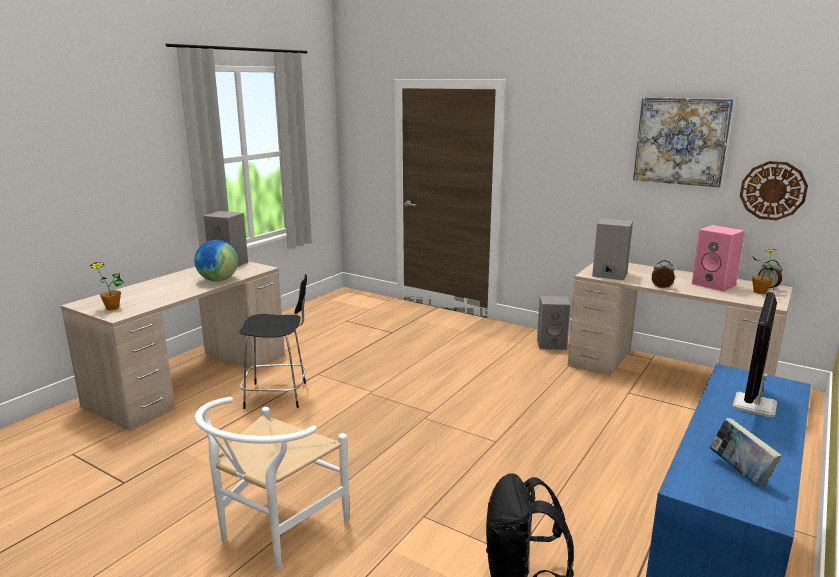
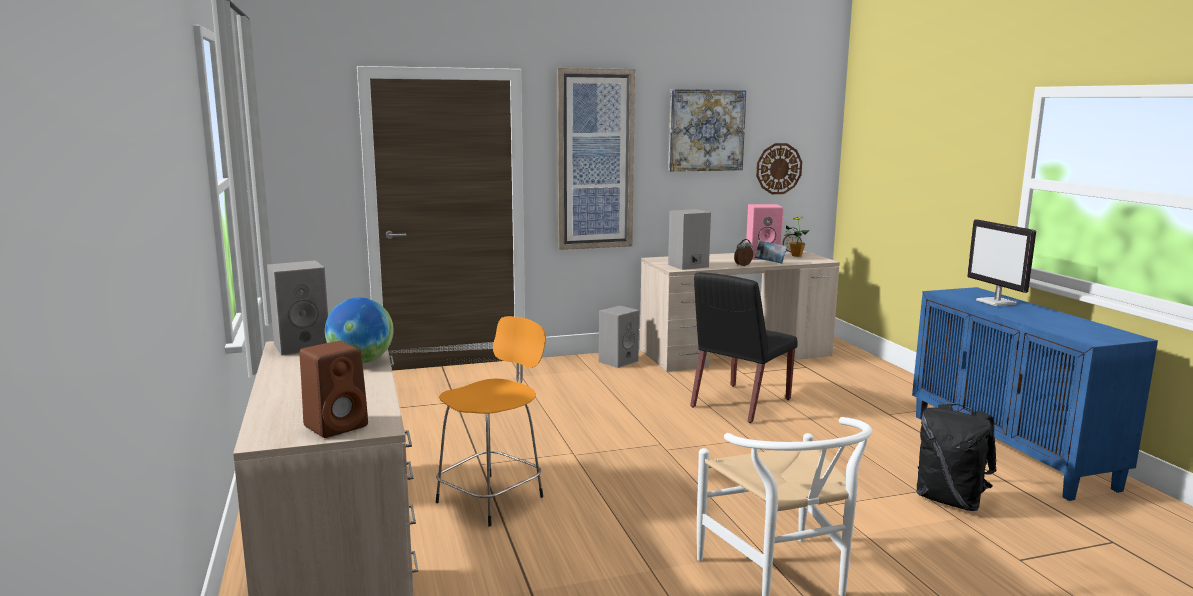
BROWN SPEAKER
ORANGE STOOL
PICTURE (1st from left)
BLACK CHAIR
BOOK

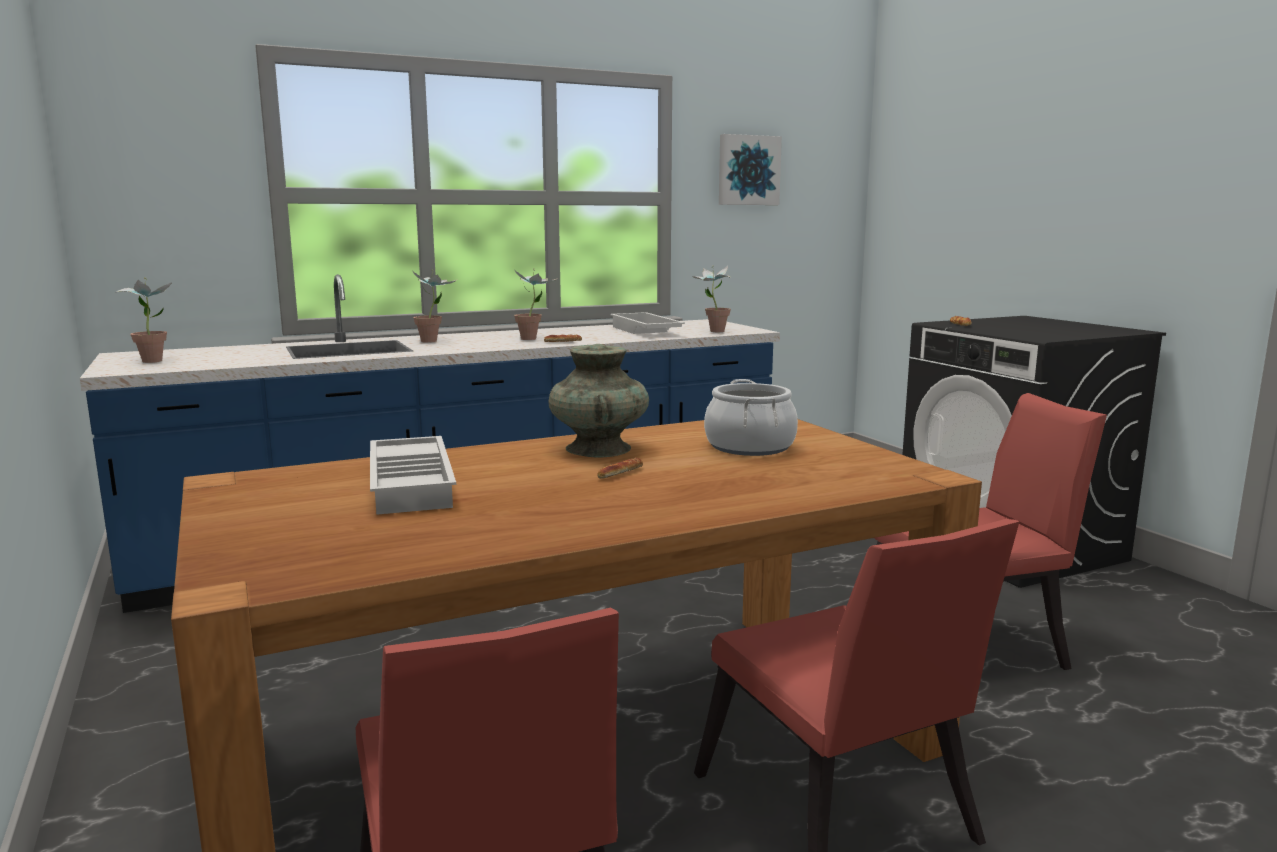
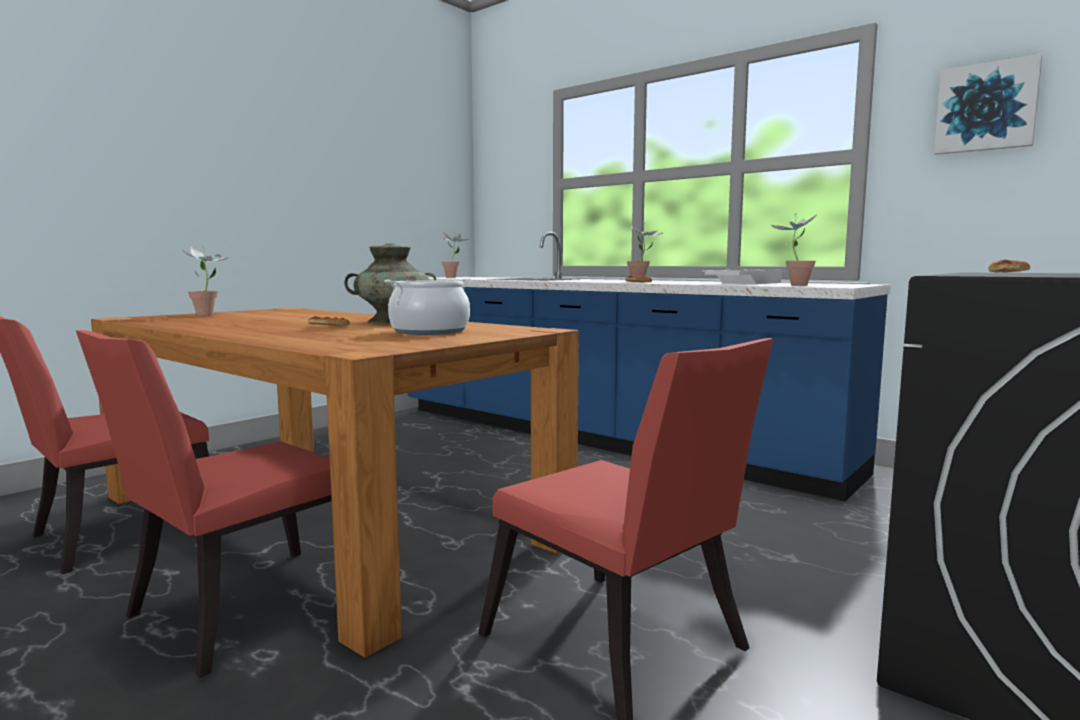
POTTED PLANT (1st from left)
WHITE TRAY (1st from left in the first image)

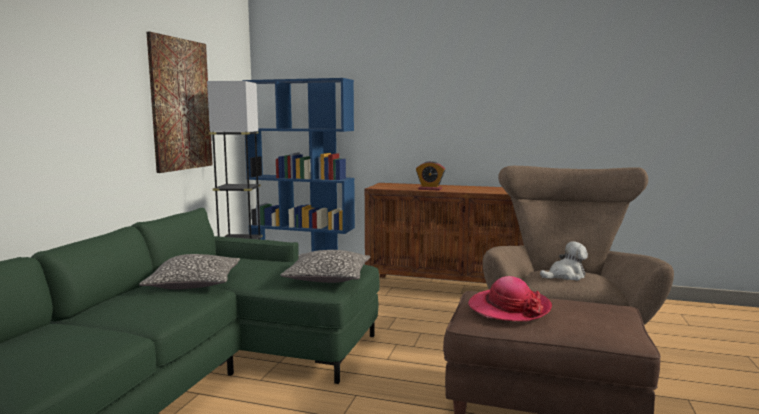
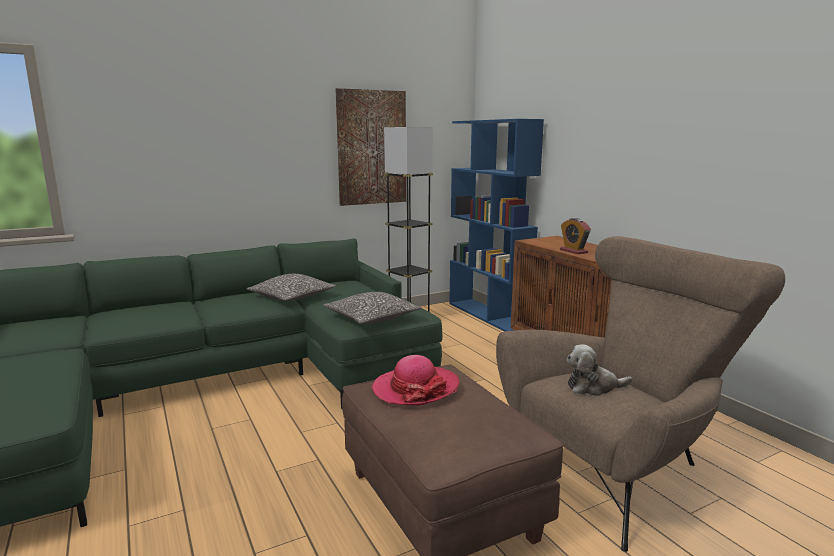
PLUSH TOY

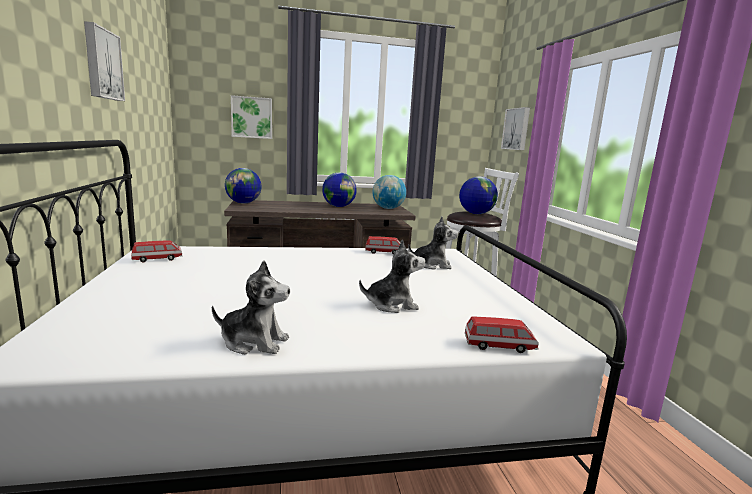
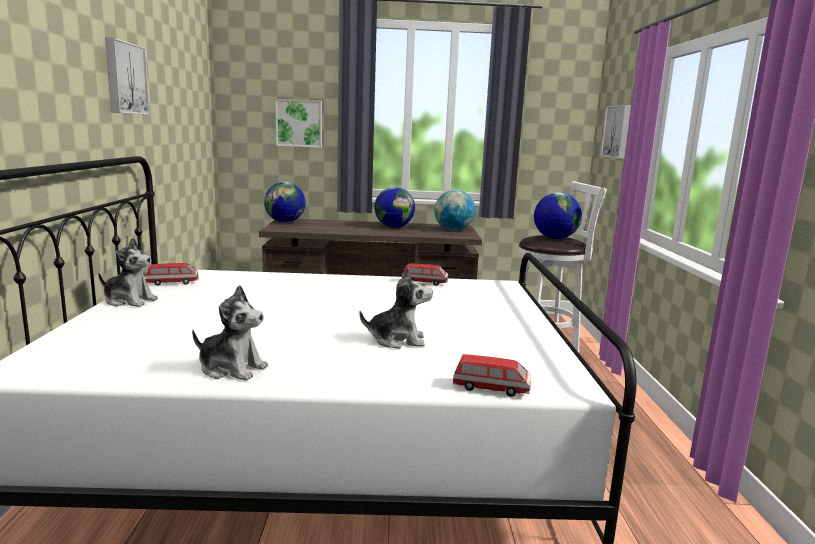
PLUSH TOY (1st from left)

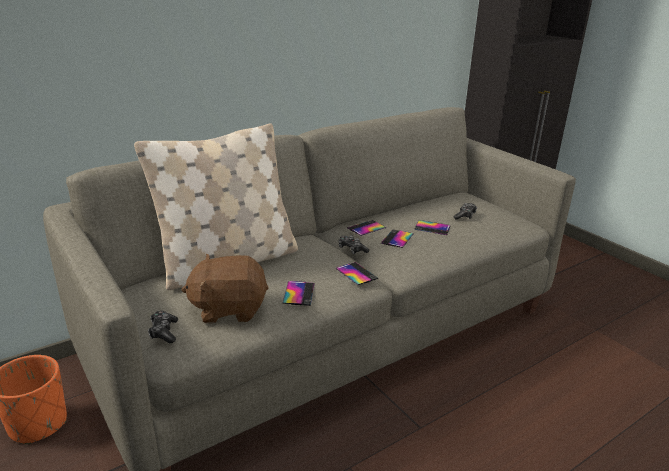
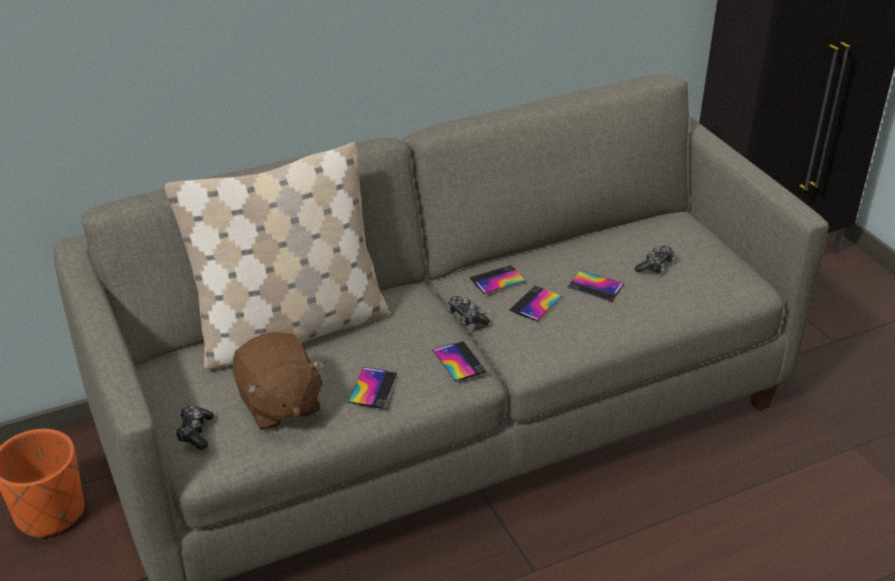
BROWN PLUSH TOY

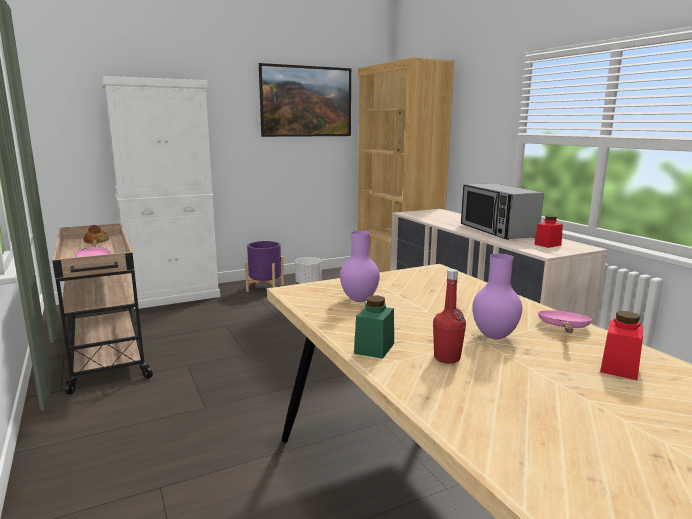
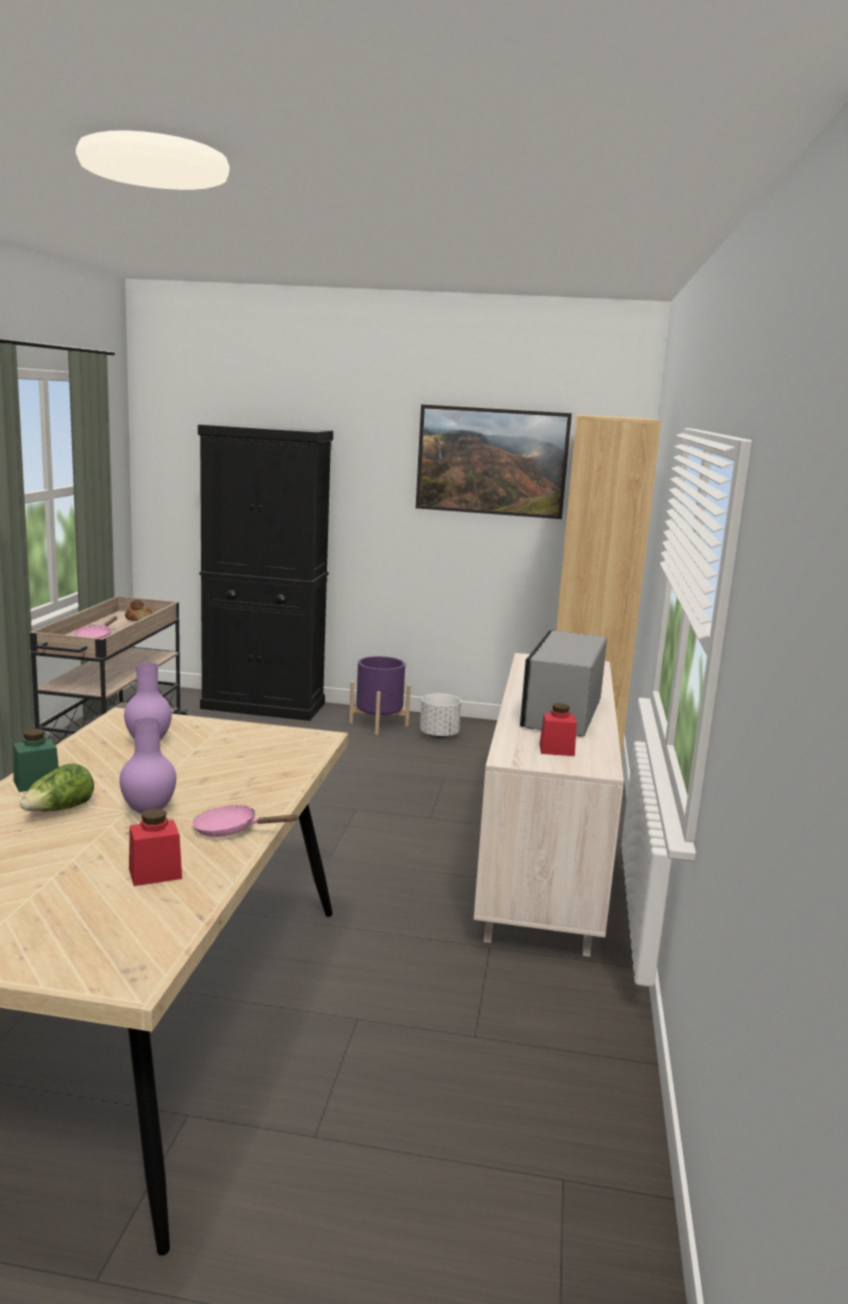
LETTUCE
PINK FRYING PAN (2nd from left)
BLACK CABINET

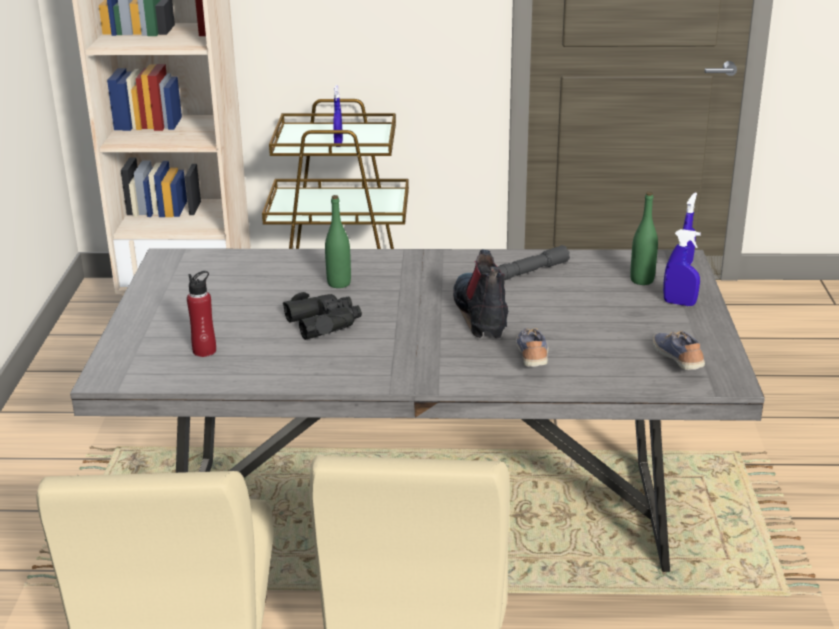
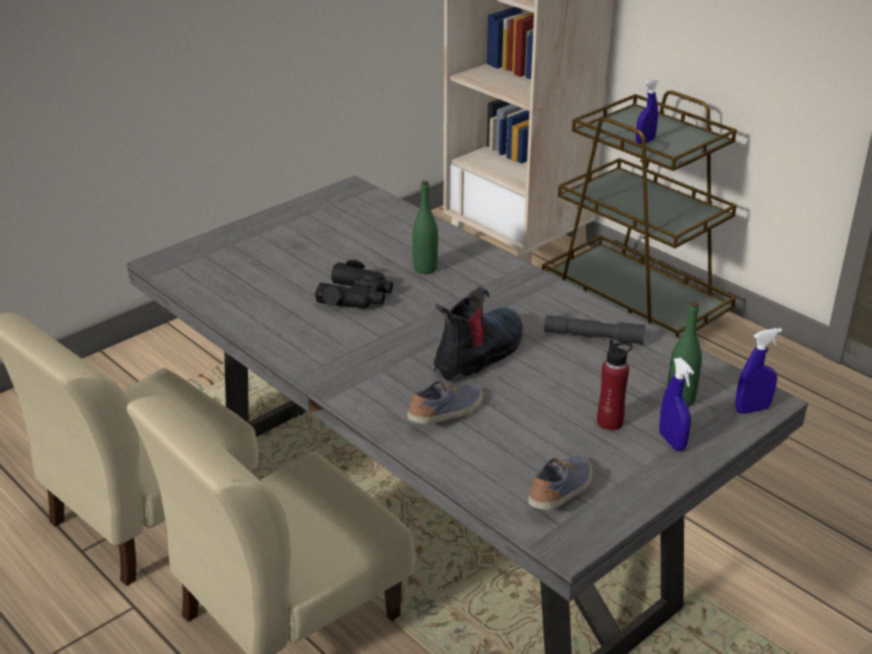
RED BOTTLE

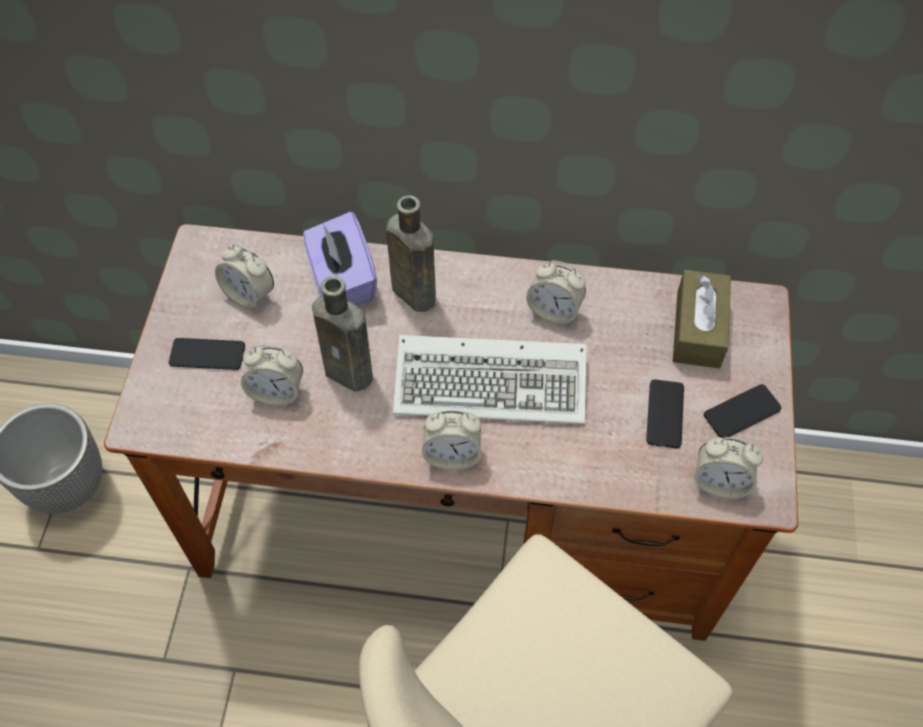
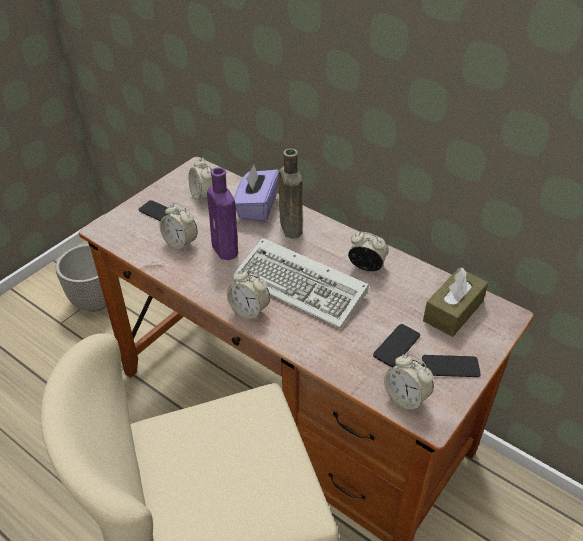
PURPLE BOTTLE
ALARM CLOCK (4th from left)

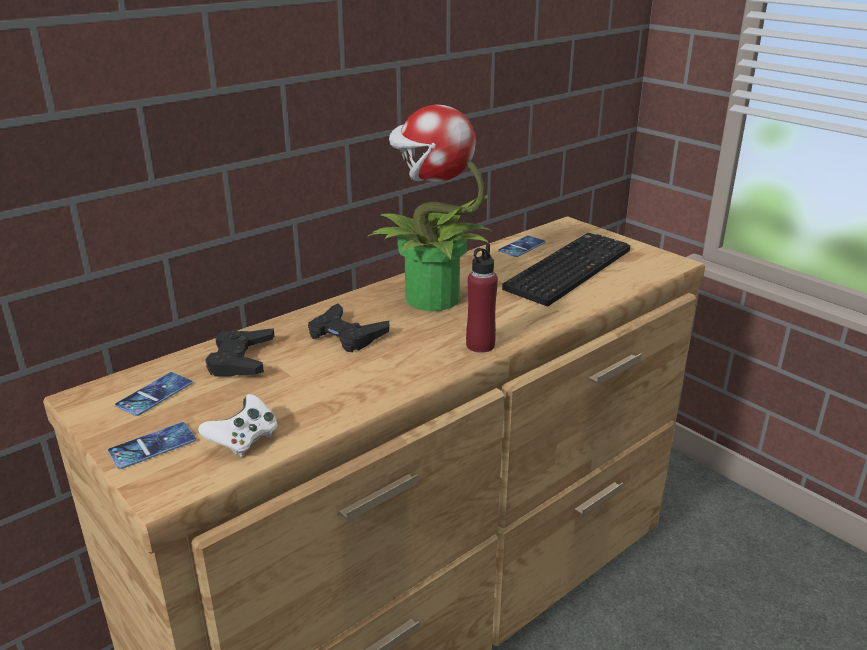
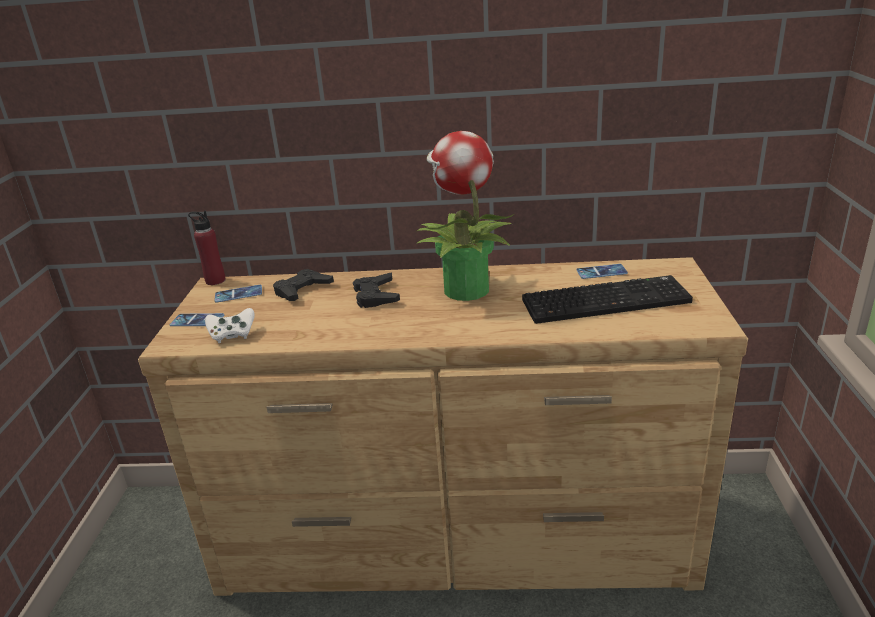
RED BOTTLE

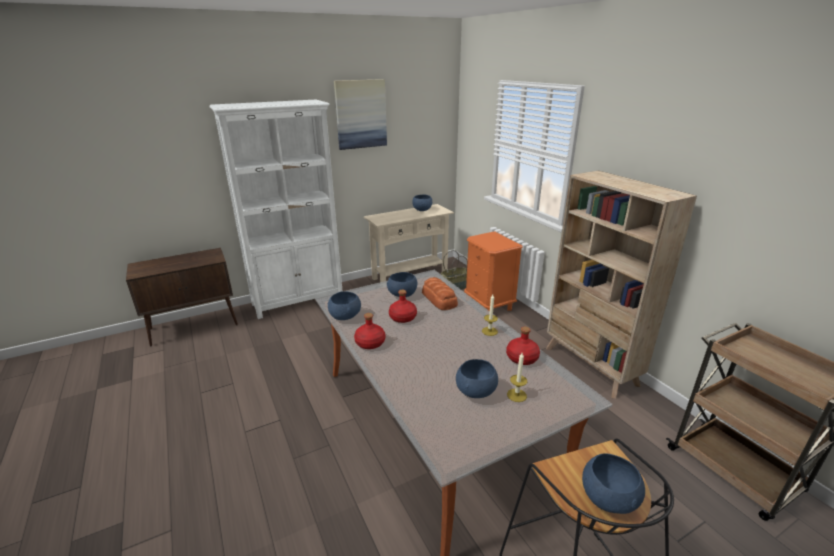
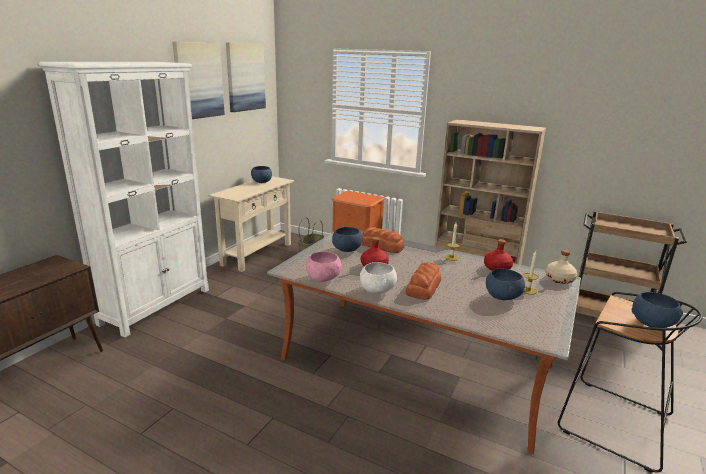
PICTURE (2nd from left)
PINK BOWL
WHITE BOWL
BREAD (2nd from left)
BEIGE BOTTLE

